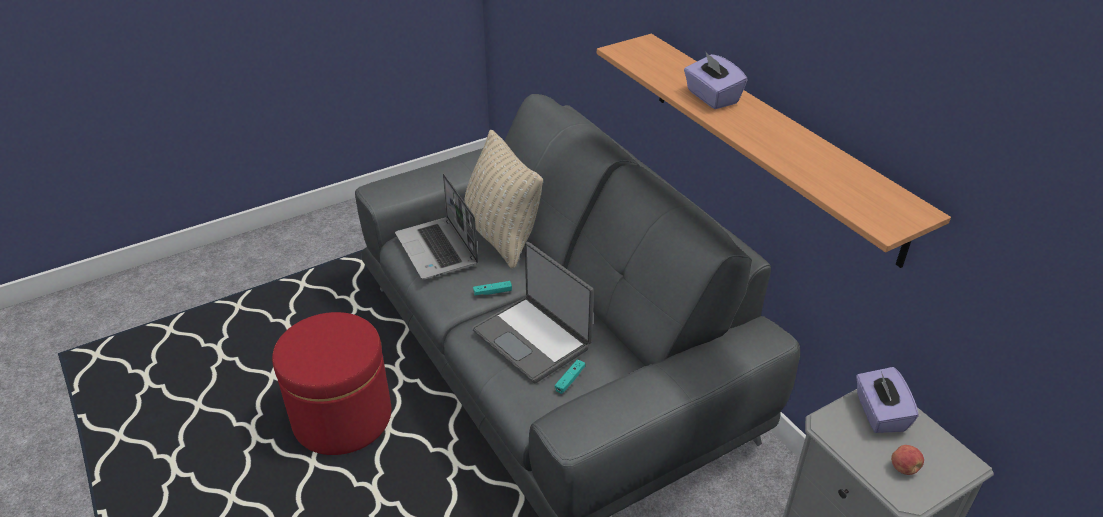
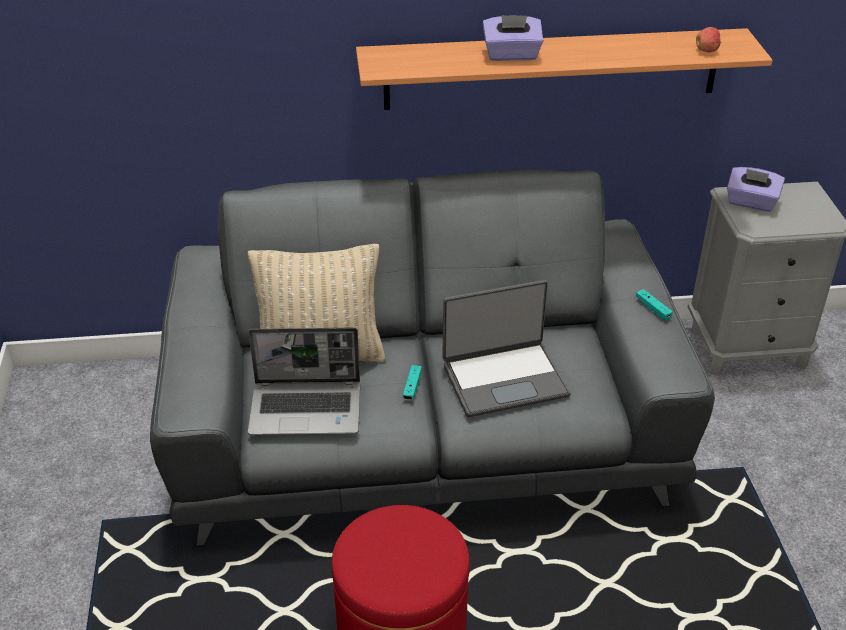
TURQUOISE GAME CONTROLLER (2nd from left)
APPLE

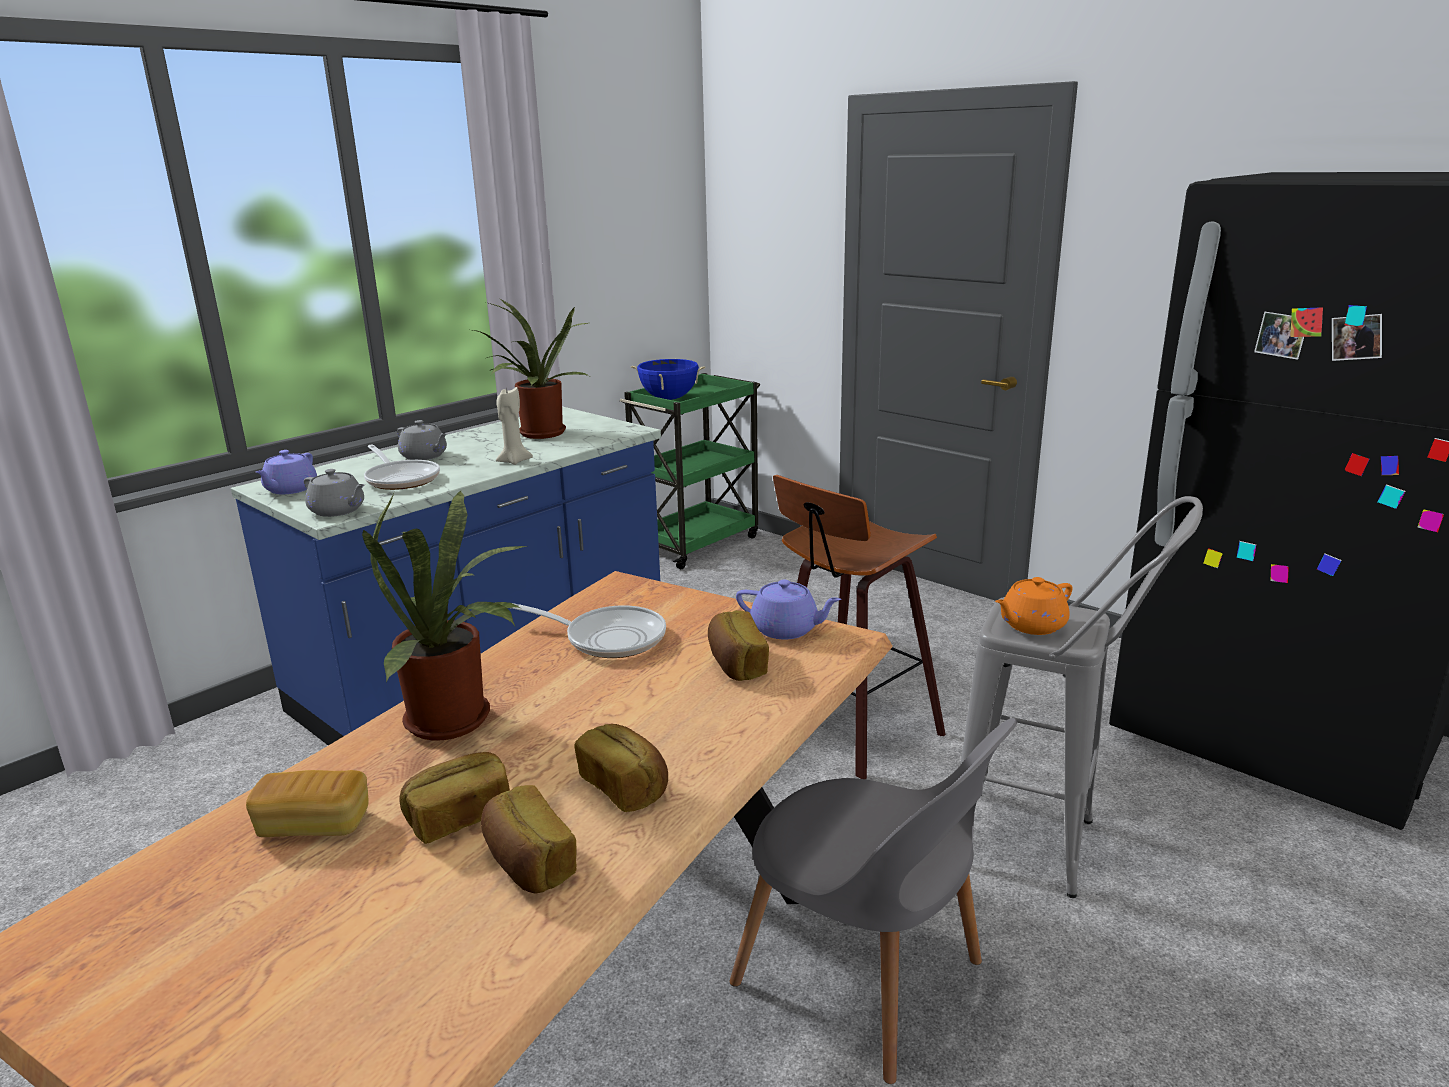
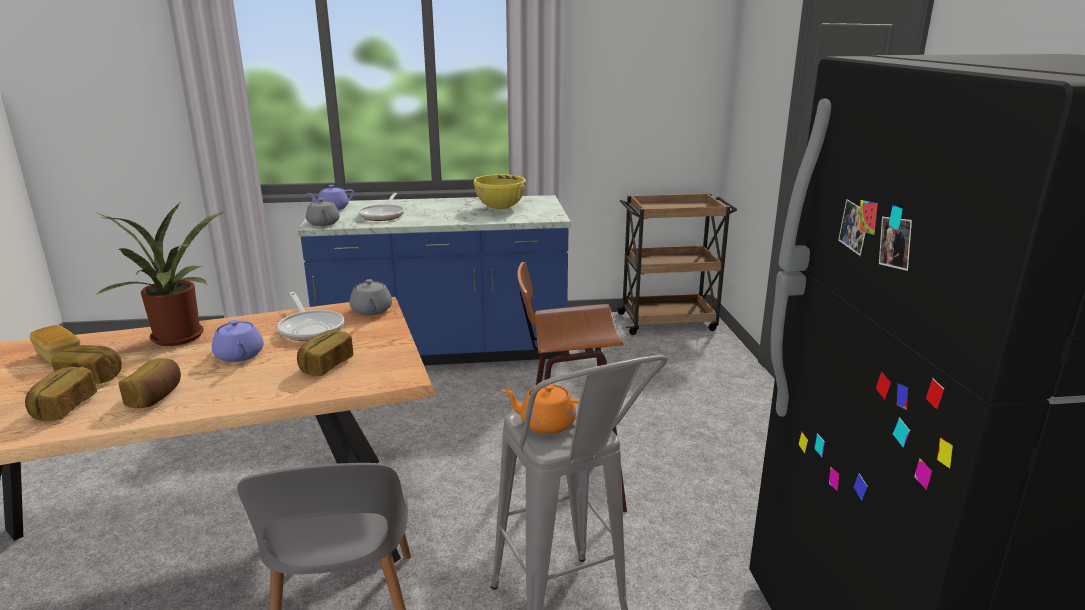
PURPLE TEAPOT (1st from left)
GREY TEAPOT (2nd from left)
YELLOW COOKING POT
BROWN CART
BEIGE CANDLE
BLUE COOKING POT

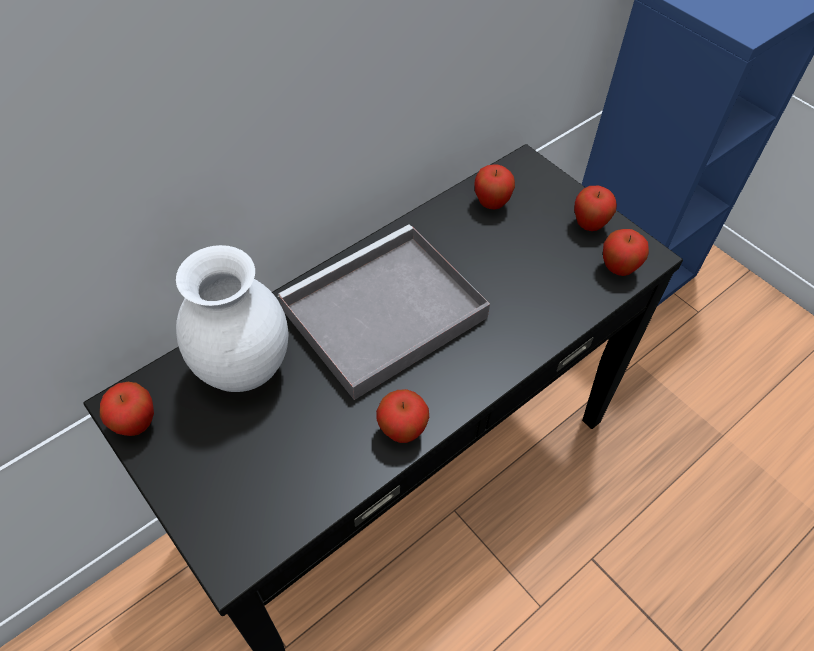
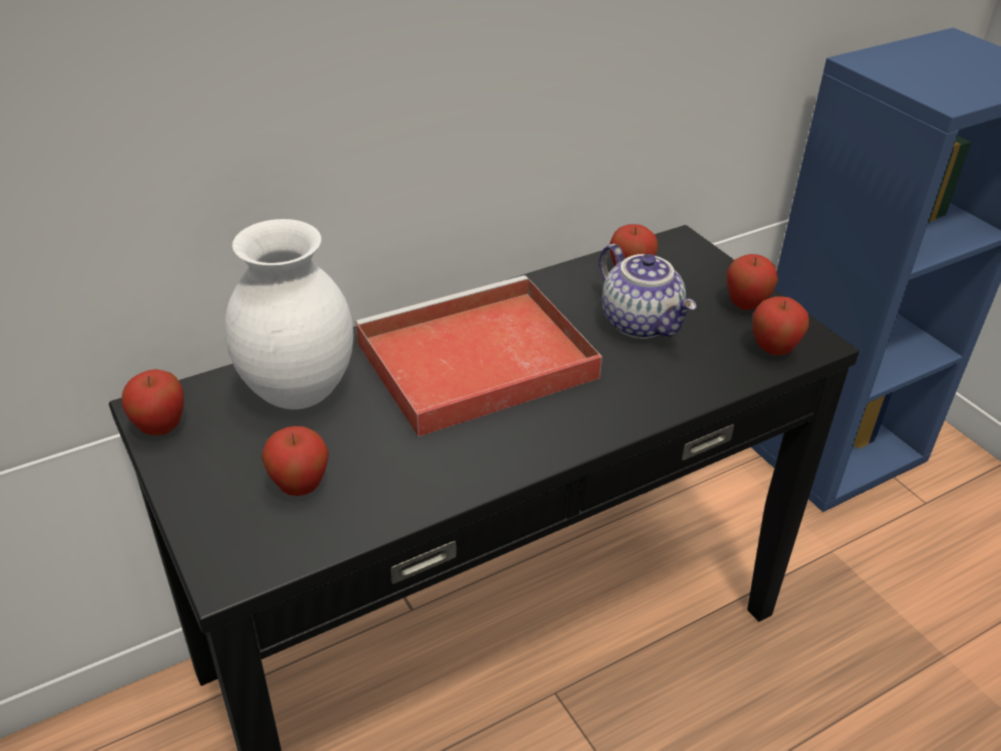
APPLE (2nd from left)
RED TRAY
TEAPOT

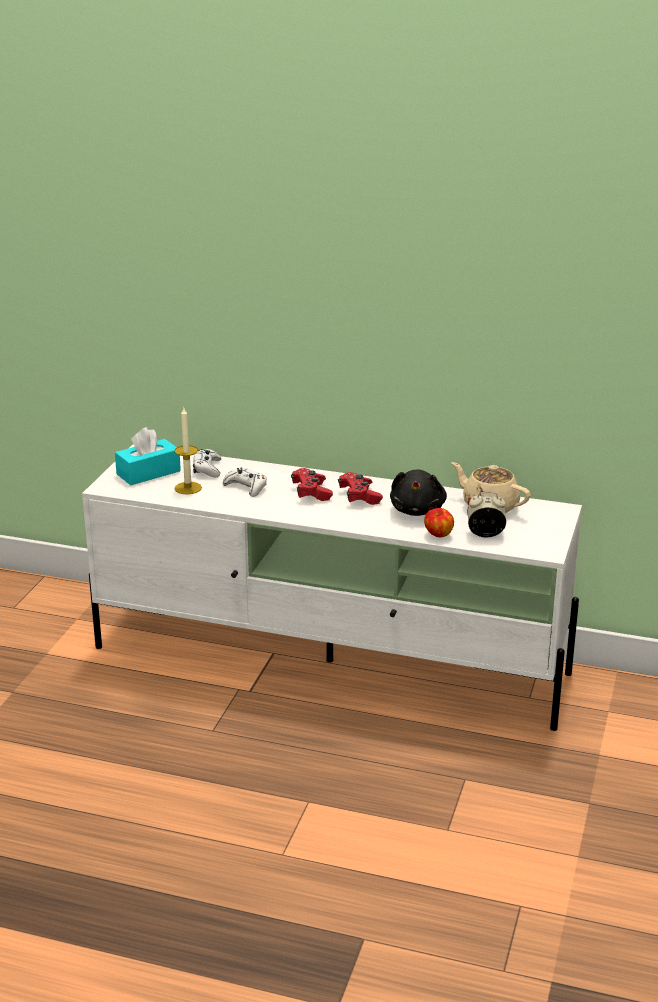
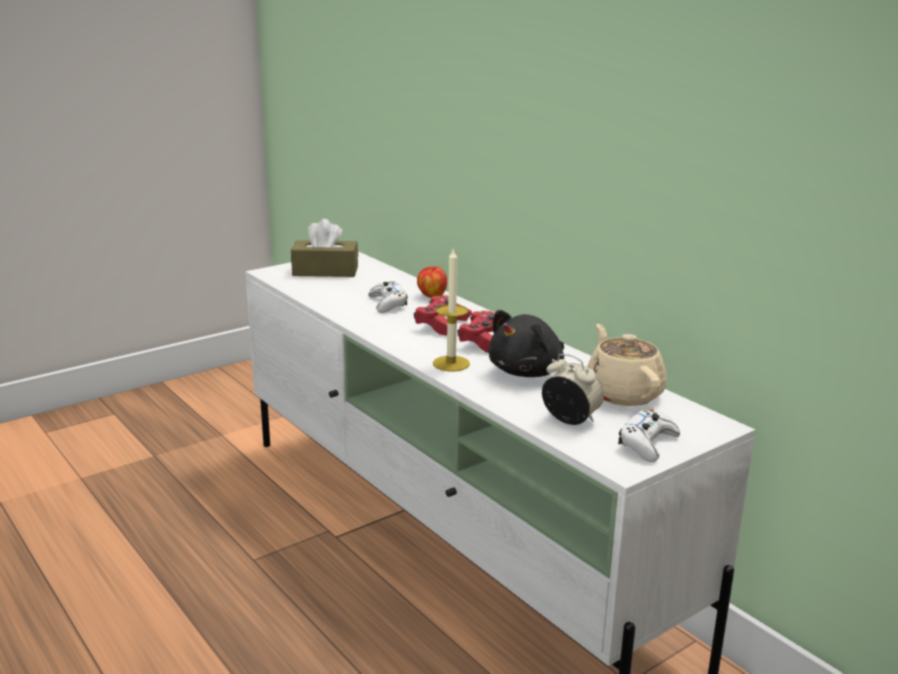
BROWN TISSUE BOX
APPLE
CANDLE
WHITE GAME CONTROLLER (2nd from left)

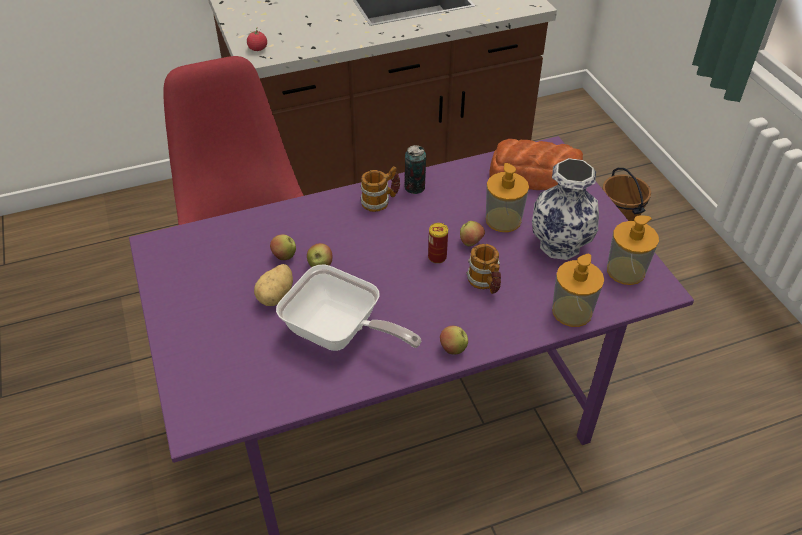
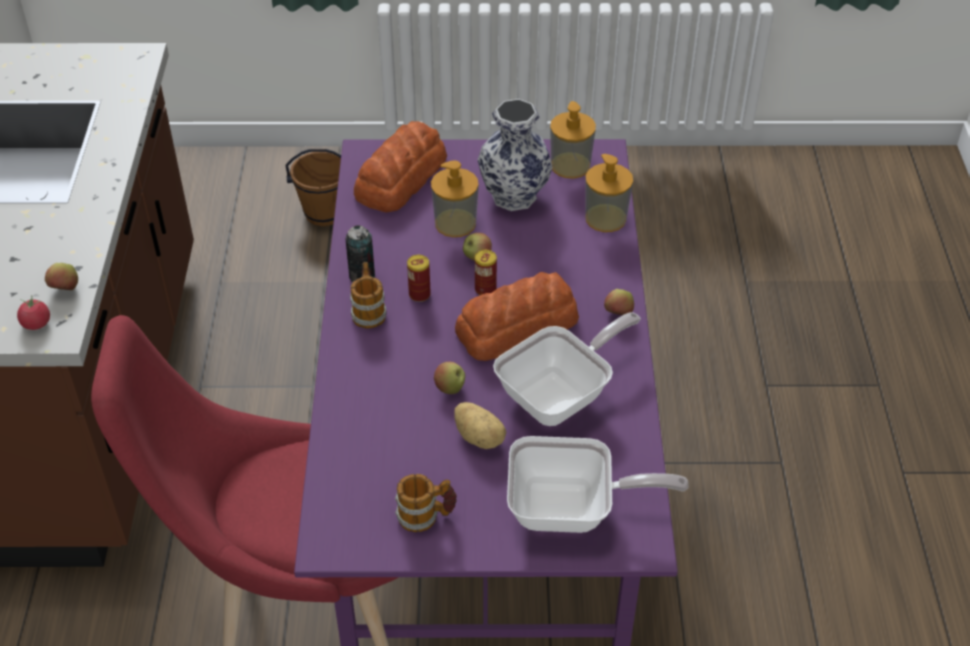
APPLE (1st from left)
MUG (2nd from left)
CAN (2nd from left)
BREAD (2nd from left)
FRYING PAN (2nd from left)

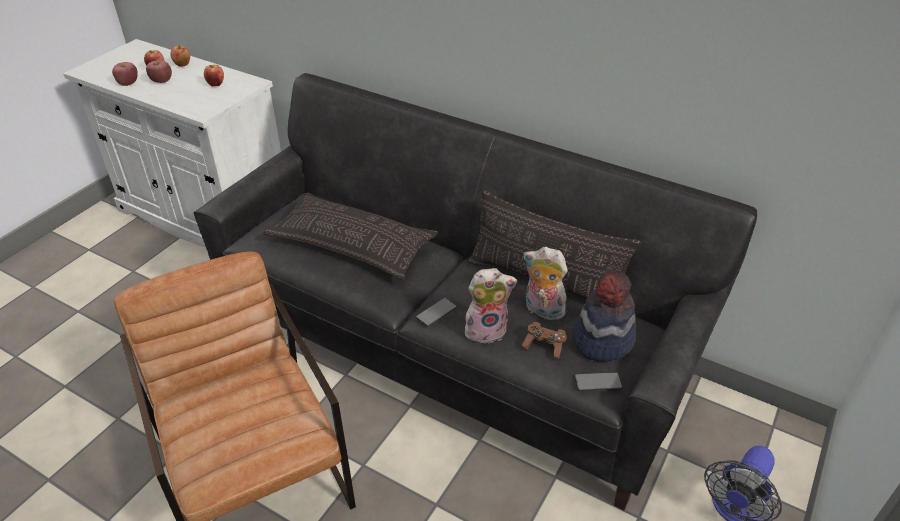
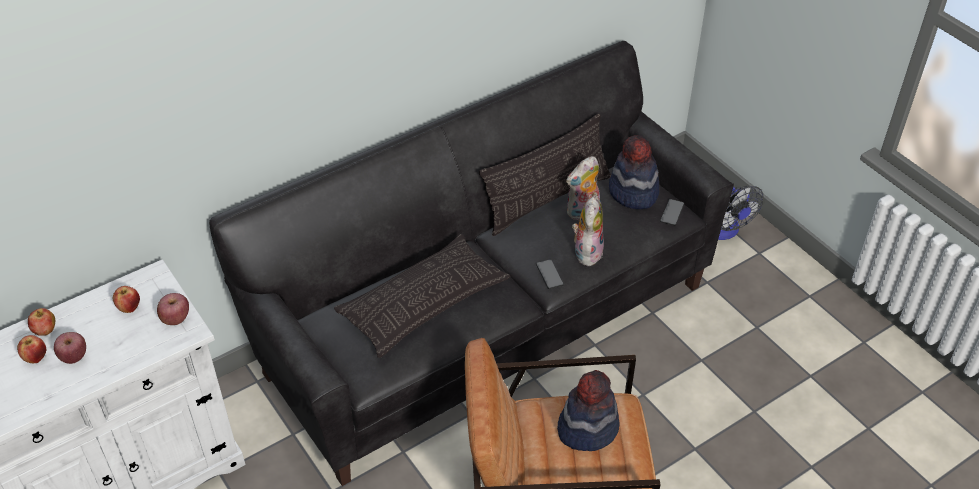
APPLE (5th from left)
HAT (1st from left)
BROWN GAME CONTROLLER

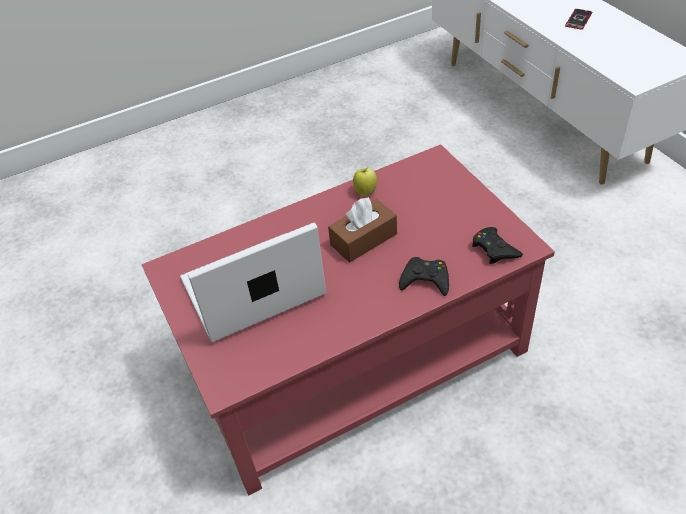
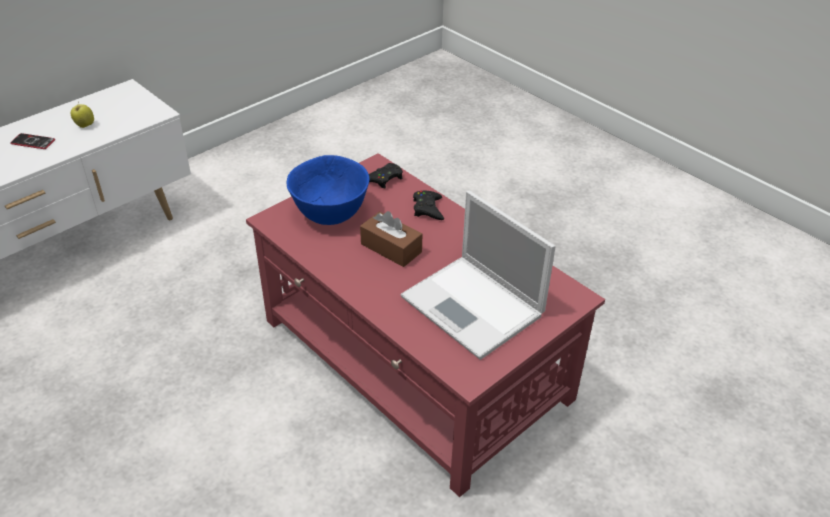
APPLE
BLUE BOWL

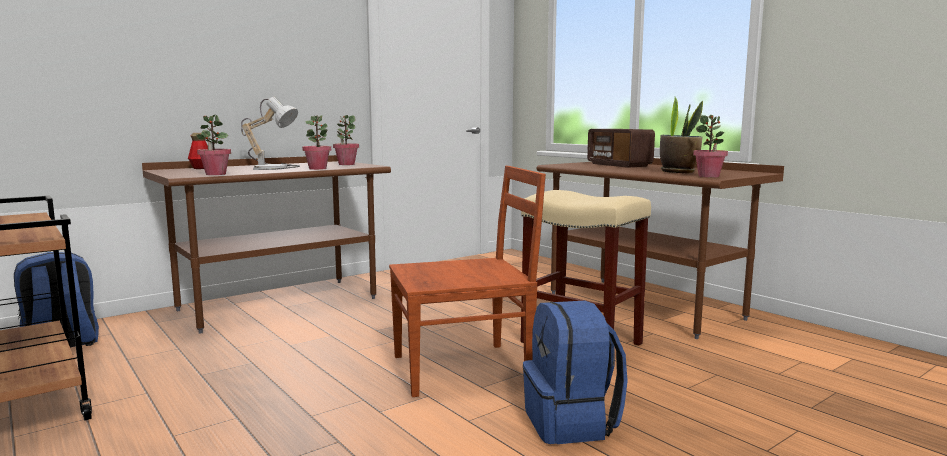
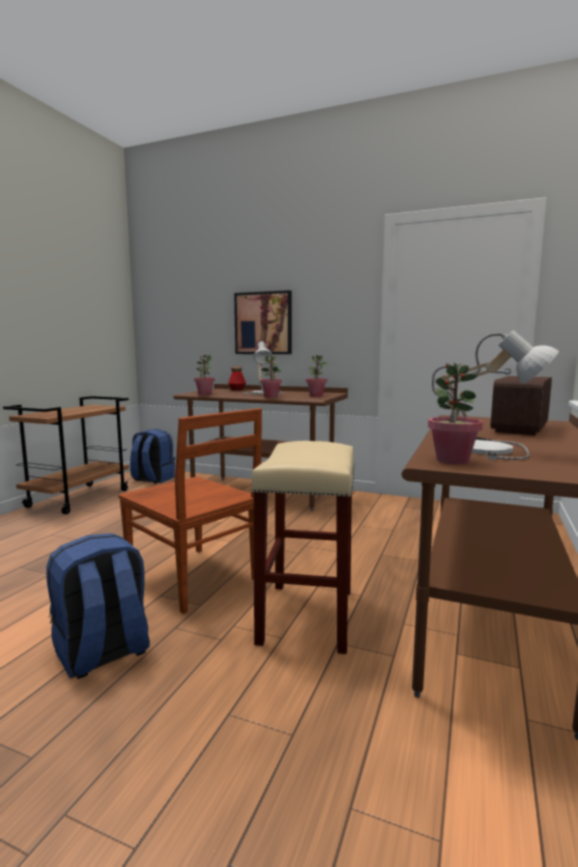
PICTURE
TABLE LAMP (2nd from left)

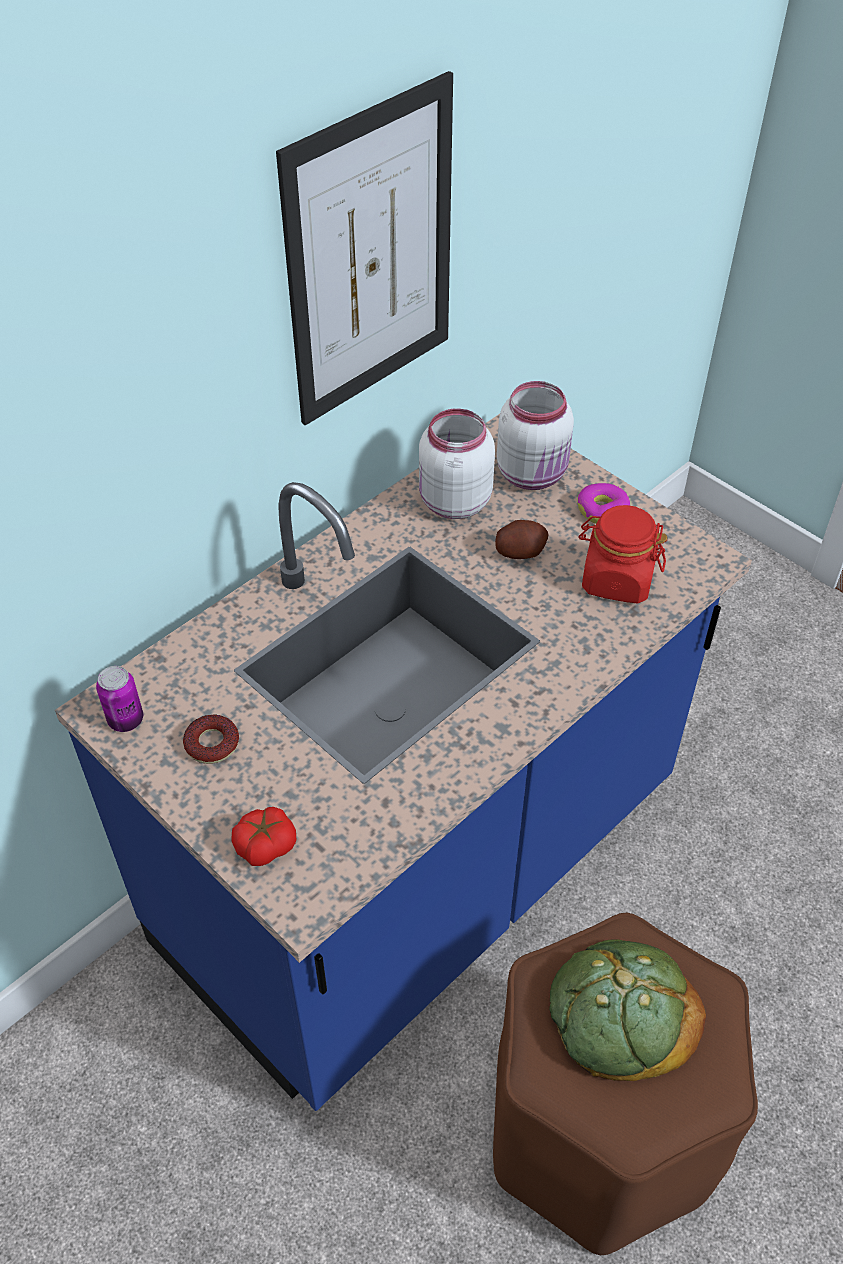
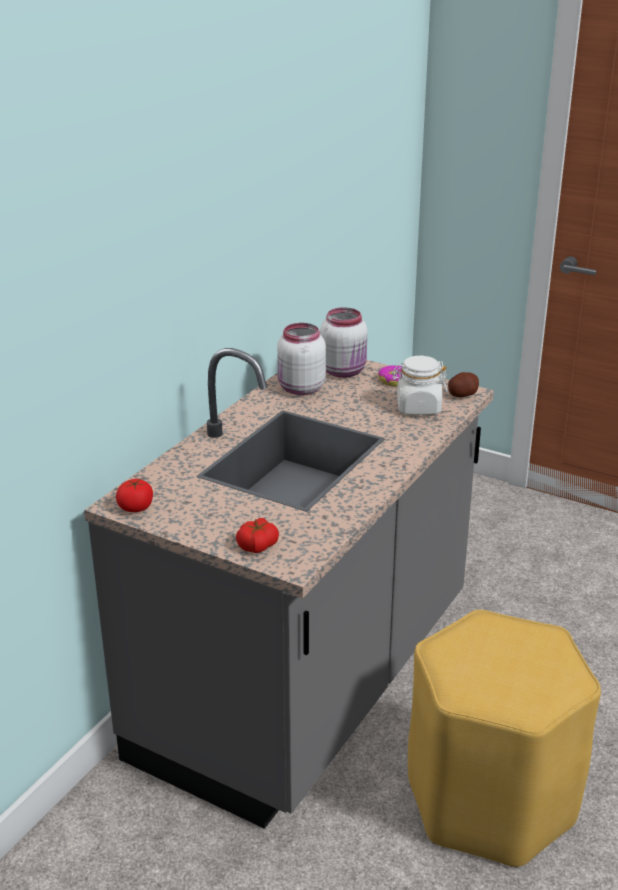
GREY COUNTER
TOMATO (1st from left)
WHITE JAR (3rd from left)
YELLOW STOOL
POTATO
DONUT (1st from left in the first image)
PICTURE
BREAD

